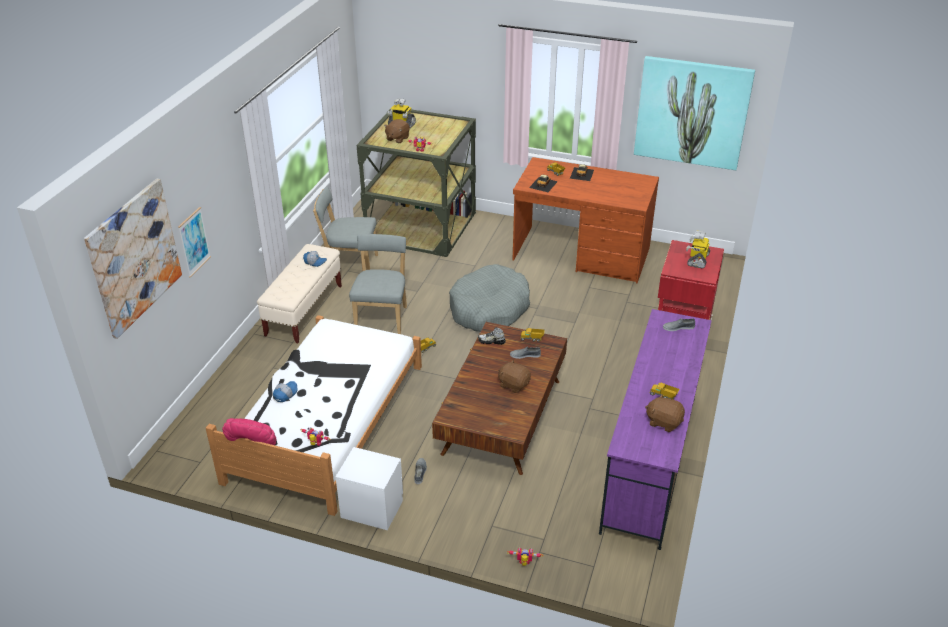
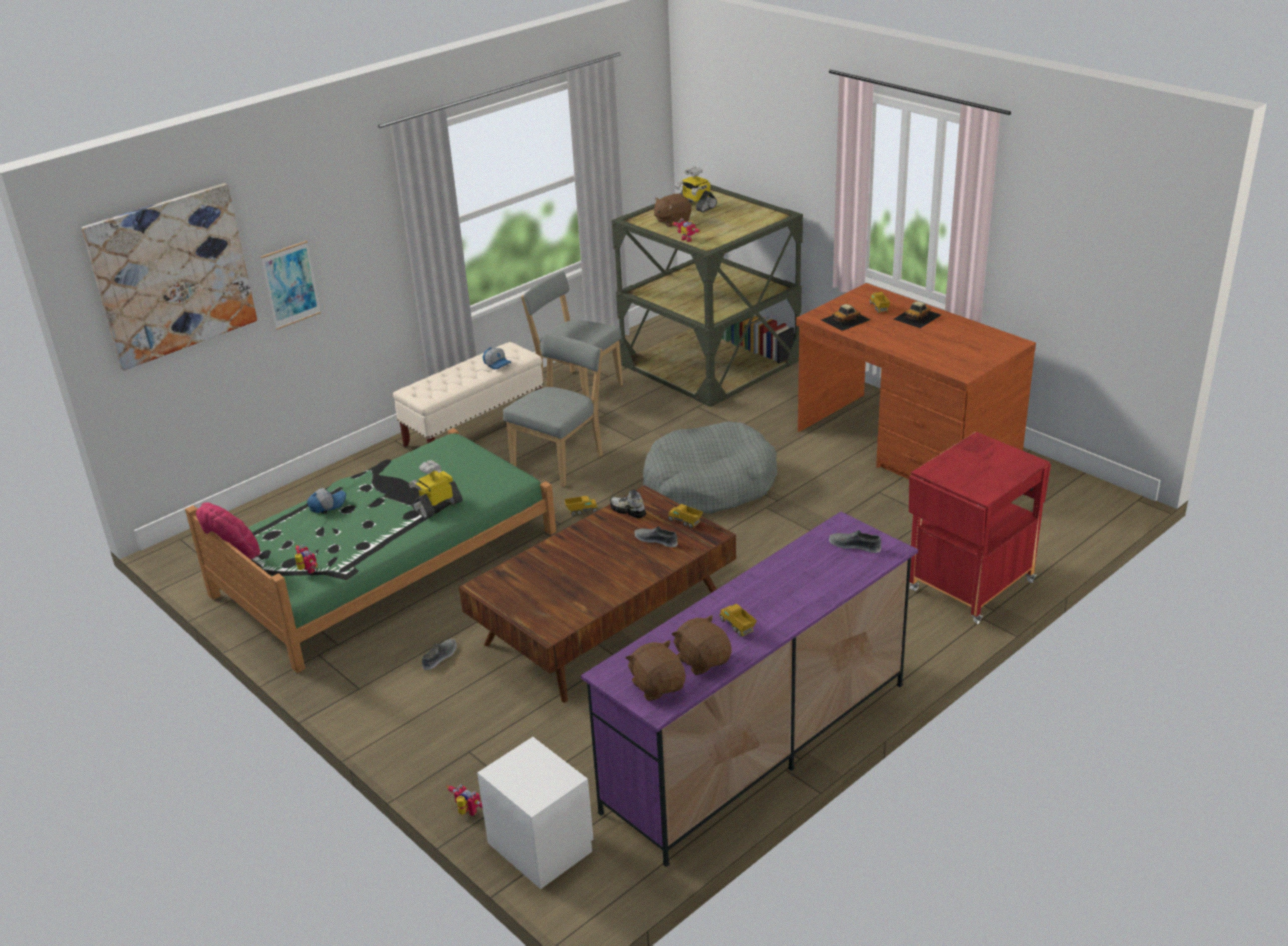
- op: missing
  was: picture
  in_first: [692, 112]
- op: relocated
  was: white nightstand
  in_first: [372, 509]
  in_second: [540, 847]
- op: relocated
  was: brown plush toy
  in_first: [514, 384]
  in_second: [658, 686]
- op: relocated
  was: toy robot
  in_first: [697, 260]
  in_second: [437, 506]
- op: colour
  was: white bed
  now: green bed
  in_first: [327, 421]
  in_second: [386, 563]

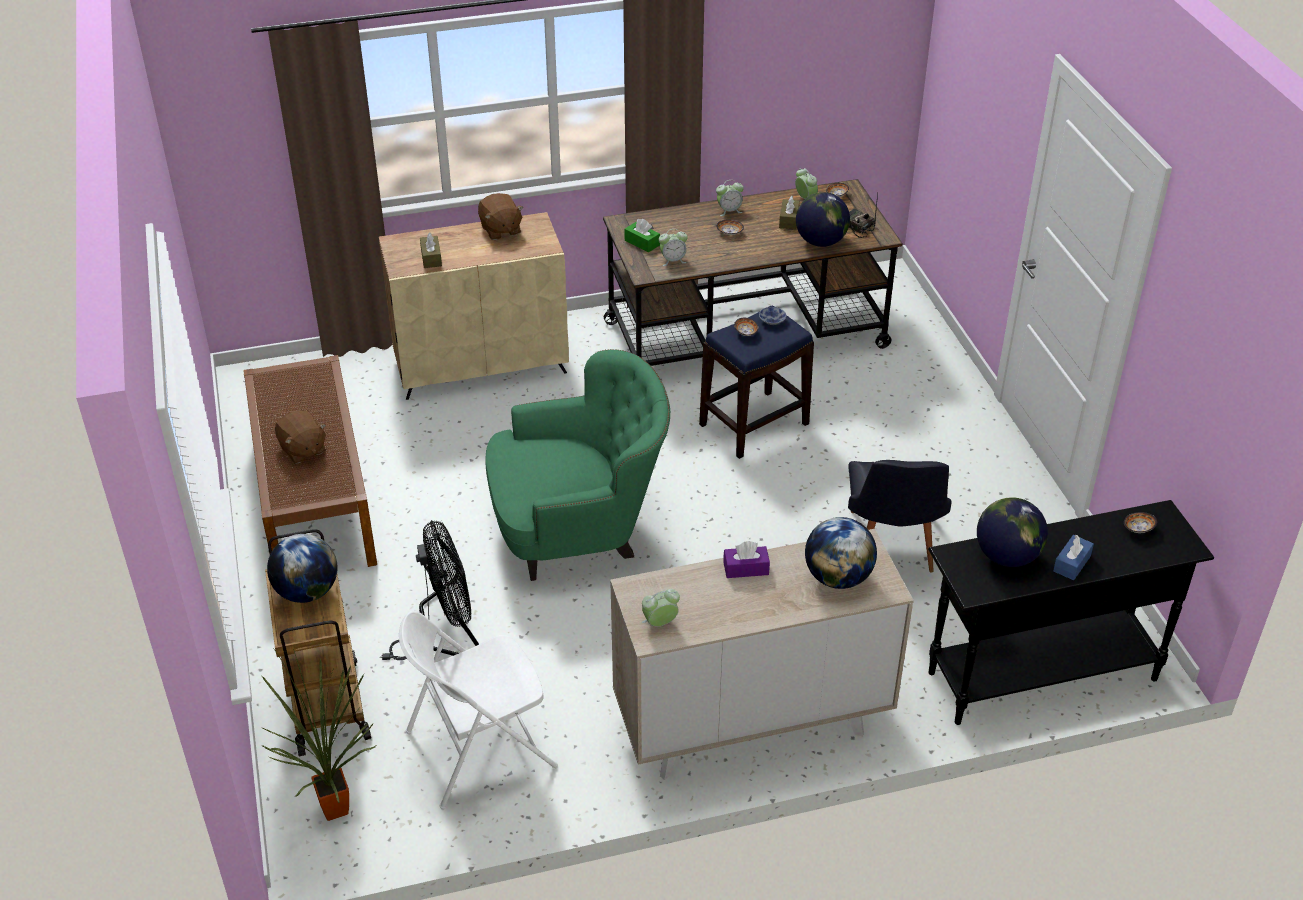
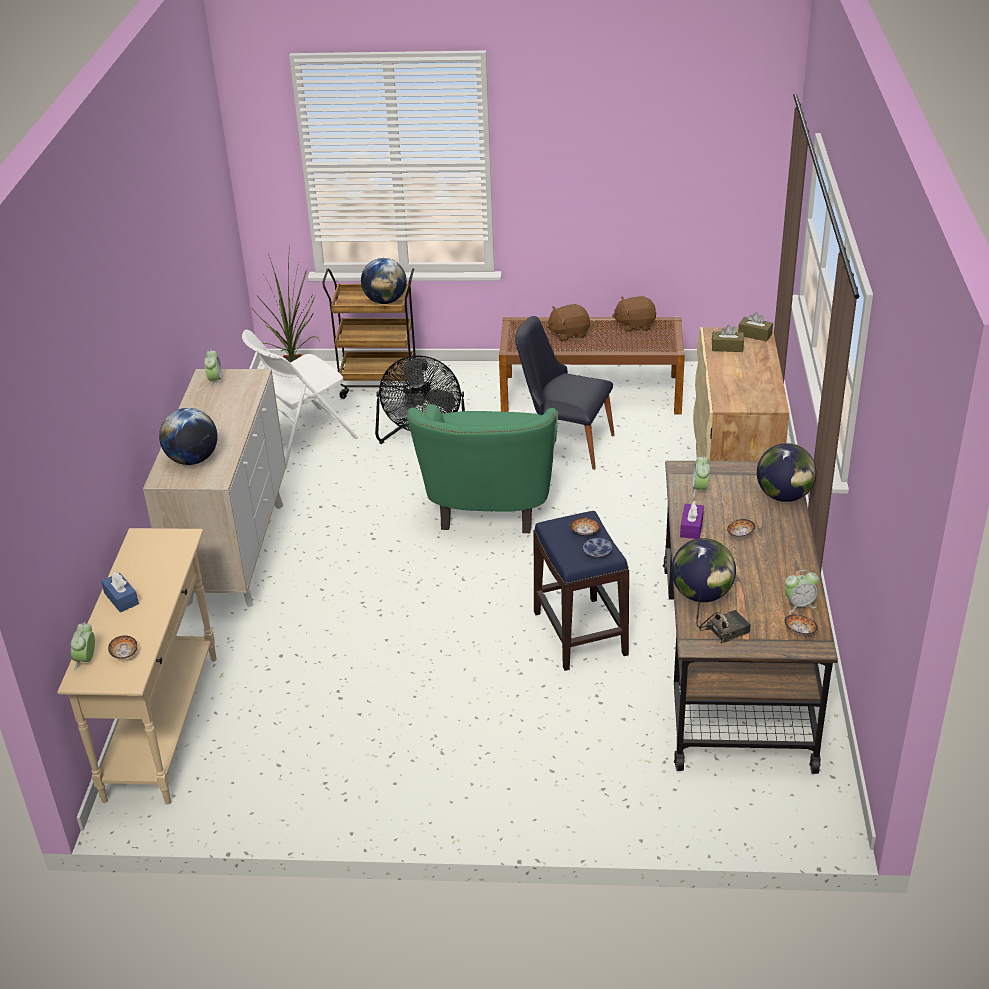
- op: missing
  was: green tissue box
  in_first: [642, 243]
- op: relocated
  was: brown plush toy
  in_first: [500, 230]
  in_second: [635, 325]
- op: relocated
  was: alarm clock
  in_first: [729, 211]
  in_second: [86, 660]
- op: relocated
  was: purple tissue box
  in_first: [746, 568]
  in_second: [691, 527]
- op: relocated
  was: brown tissue box
  in_first: [789, 220]
  in_second: [755, 335]
- op: relocated
  was: black chair
  in_first: [891, 549]
  in_second: [564, 443]
- op: relocated
  was: globe
  in_first: [1007, 556]
  in_second: [784, 496]
- op: colour
  was: black console table
  now: beige console table
  in_first: [1041, 675]
  in_second: [163, 726]
- op: spun
  was: white chair
  in_first: [480, 748]
  in_second: [302, 437]
  clockwise: -120

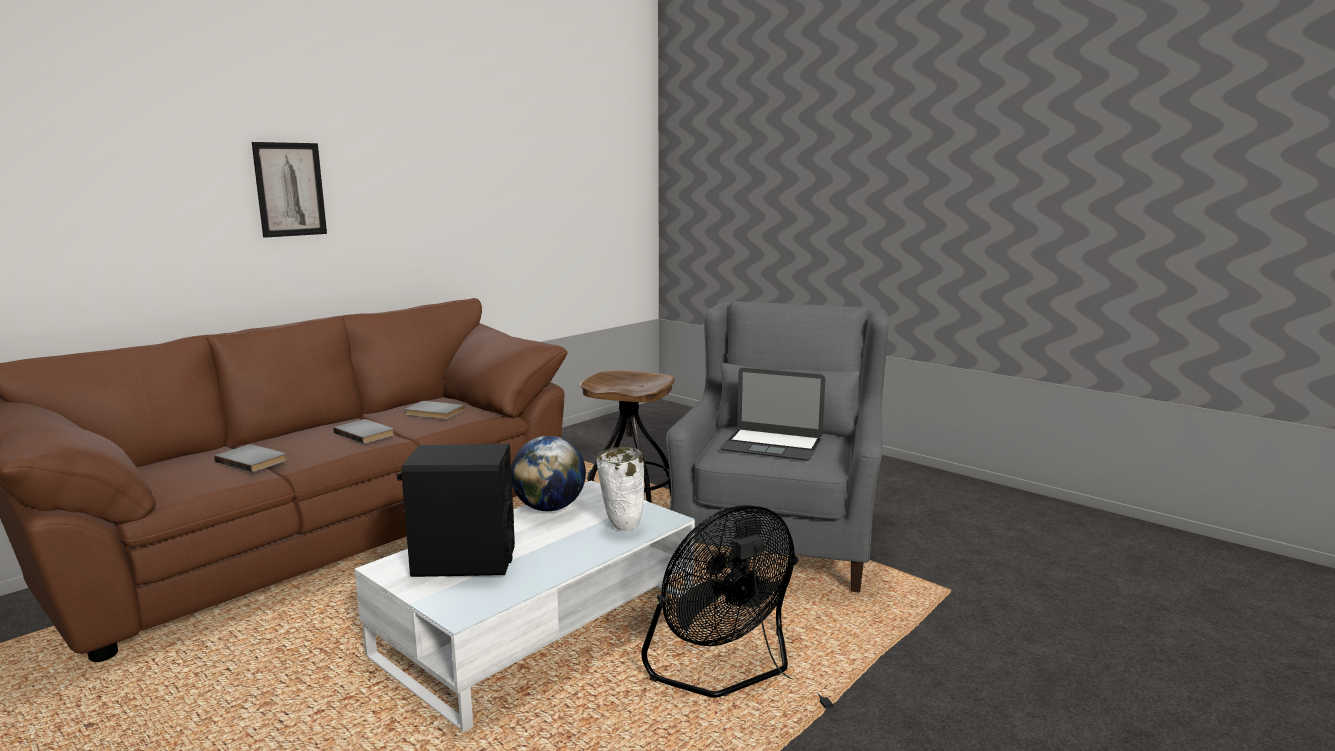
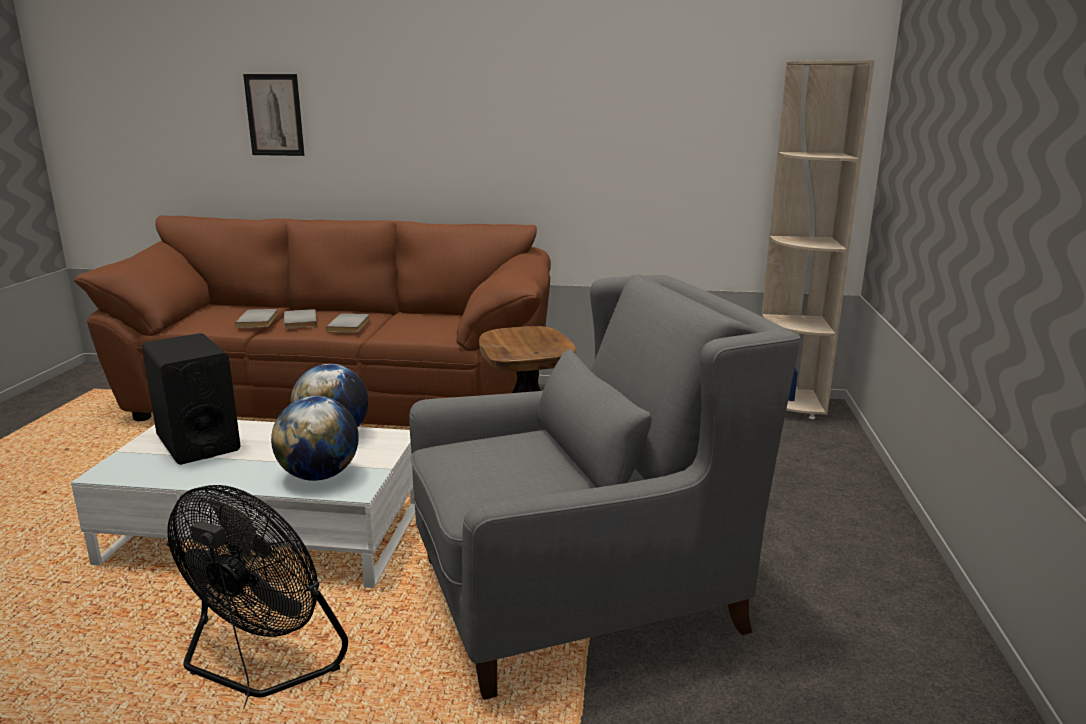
- op: missing
  was: laptop
  in_first: [772, 445]
- op: appeared
  now: beige bookcase
  in_second: [790, 408]
- op: relocated
  was: picture
  in_first: [290, 189]
  in_second: [274, 115]
- op: relocated
  was: grey book
  in_first: [433, 413]
  in_second: [298, 321]
- op: exchanged
  was: white vase
  now: globe
  in_first: [621, 526]
  in_second: [319, 475]

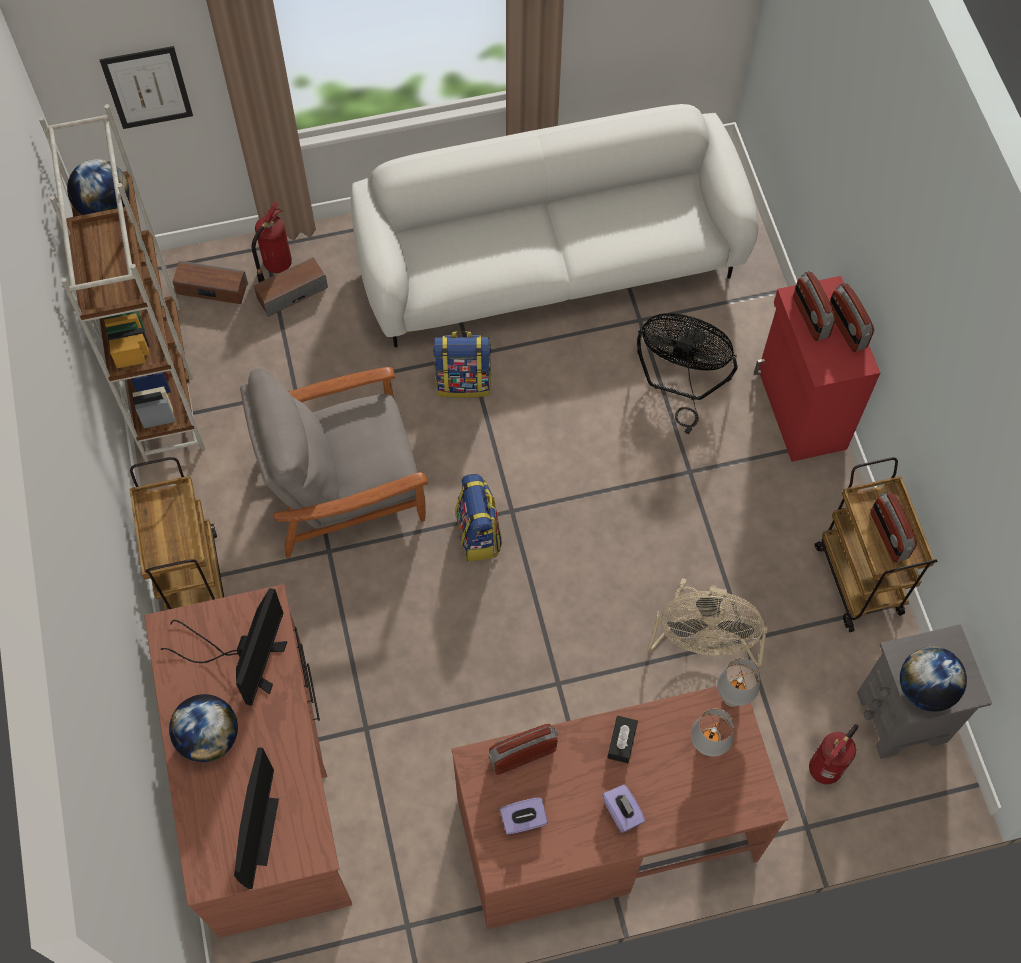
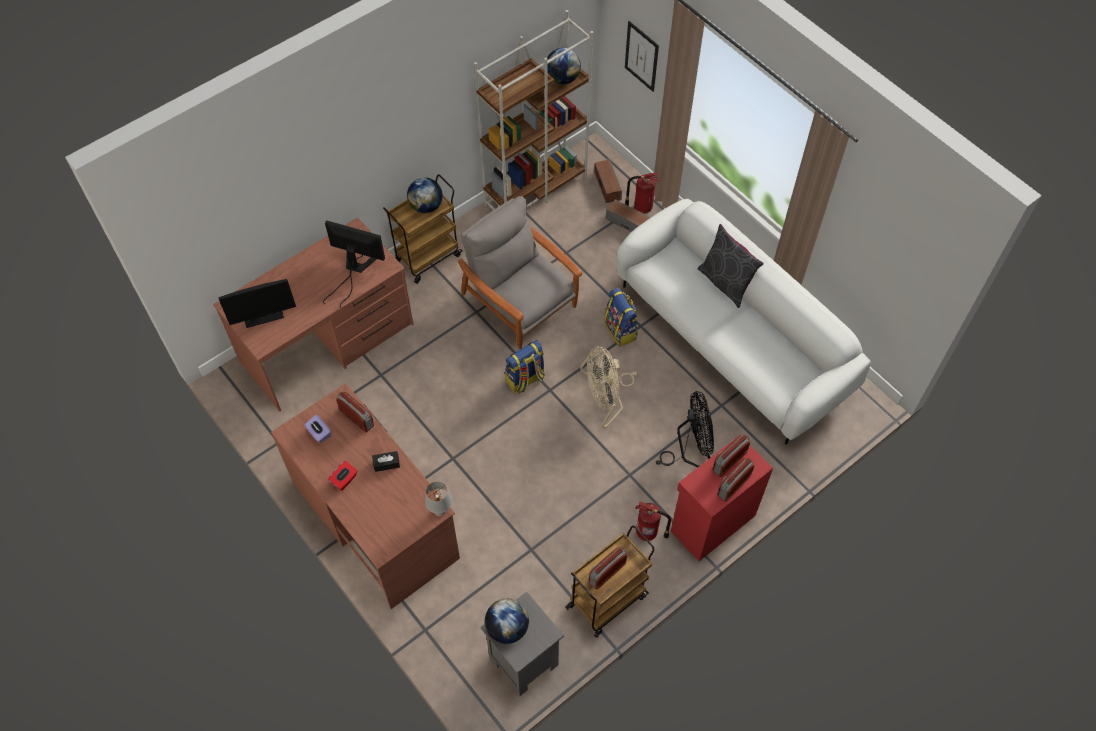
- op: missing
  was: grey table lamp
  in_first: [707, 746]
- op: appeared
  now: grey pillow
  in_second: [725, 283]
- op: relocated
  was: globe
  in_first: [209, 737]
  in_second: [426, 206]
- op: relocated
  was: beige fan
  in_first: [701, 636]
  in_second: [607, 394]
- op: relocated
  was: fire extinguisher
  in_first: [826, 767]
  in_second: [648, 532]
- op: colour
  was: purple tissue box
  now: red tissue box
  in_first: [622, 812]
  in_second: [344, 480]
- op: spun
  was: monitor
  in_first: [245, 659]
  in_second: [353, 270]
  clockwise: -150

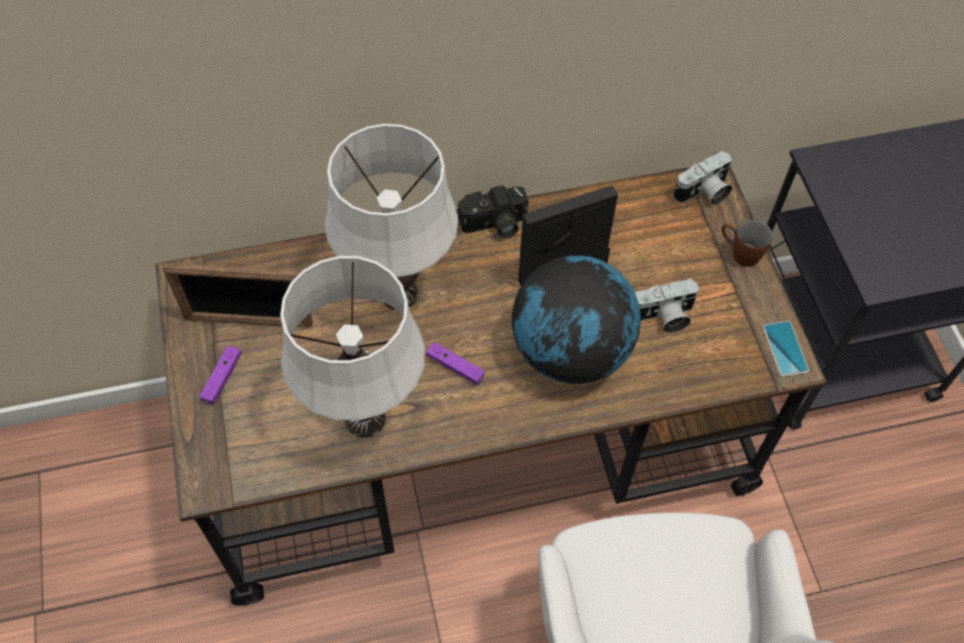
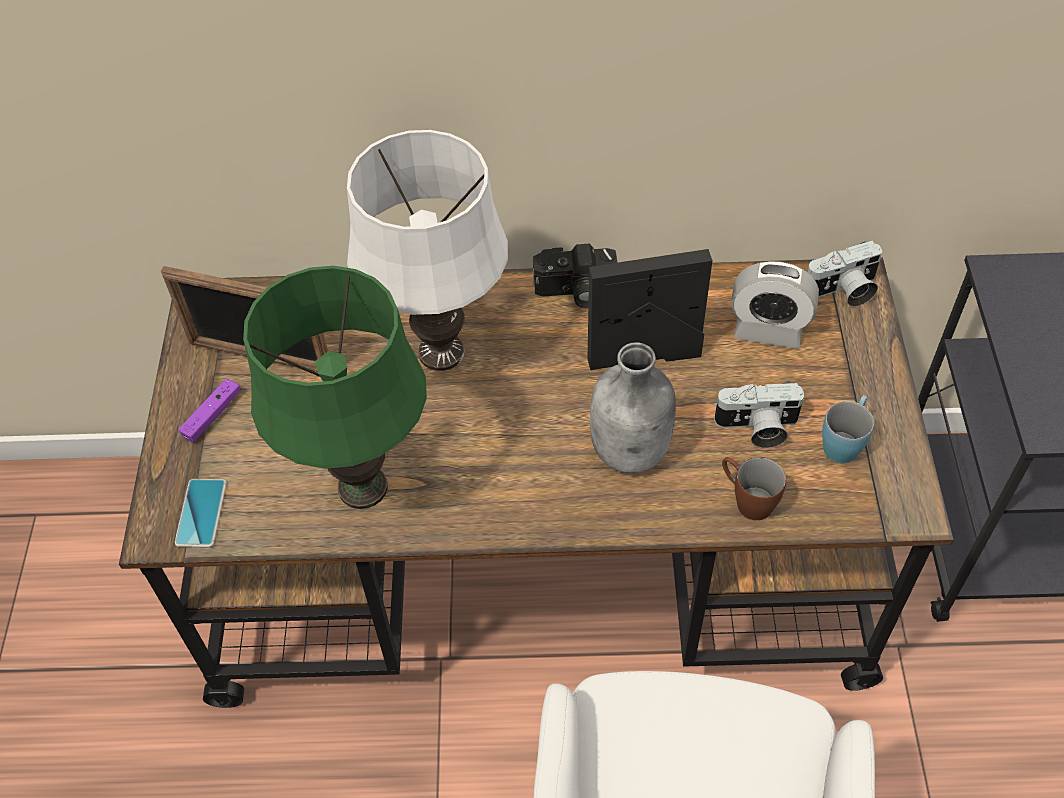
- op: missing
  was: purple game controller
  in_first: [455, 367]
- op: appeared
  now: alarm clock
  in_second: [768, 330]
- op: appeared
  now: blue mug
  in_second: [844, 442]
- op: relocated
  was: brown mug
  in_first: [739, 253]
  in_second: [746, 500]
- op: relocated
  was: phone
  in_first: [785, 349]
  in_second: [201, 513]
- op: exchanged
  was: globe
  now: grey bottle
  in_first: [571, 351]
  in_second: [631, 450]
- op: colour
  was: white table lamp
  now: green table lamp
  in_first: [364, 418]
  in_second: [362, 486]

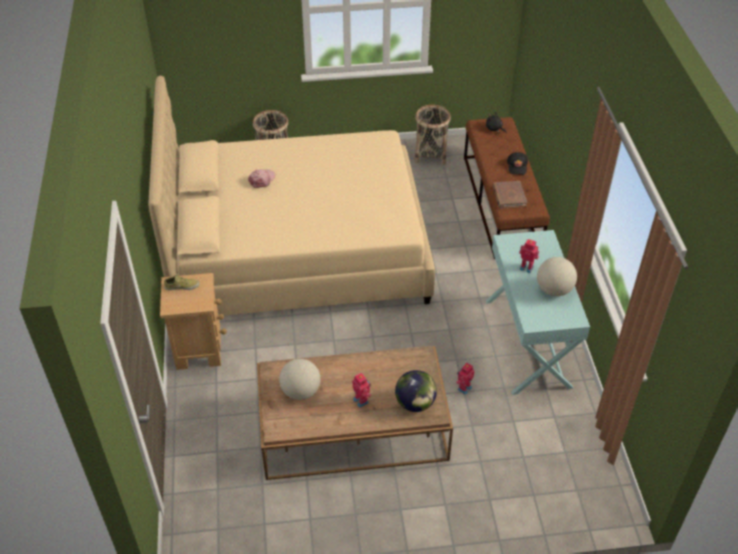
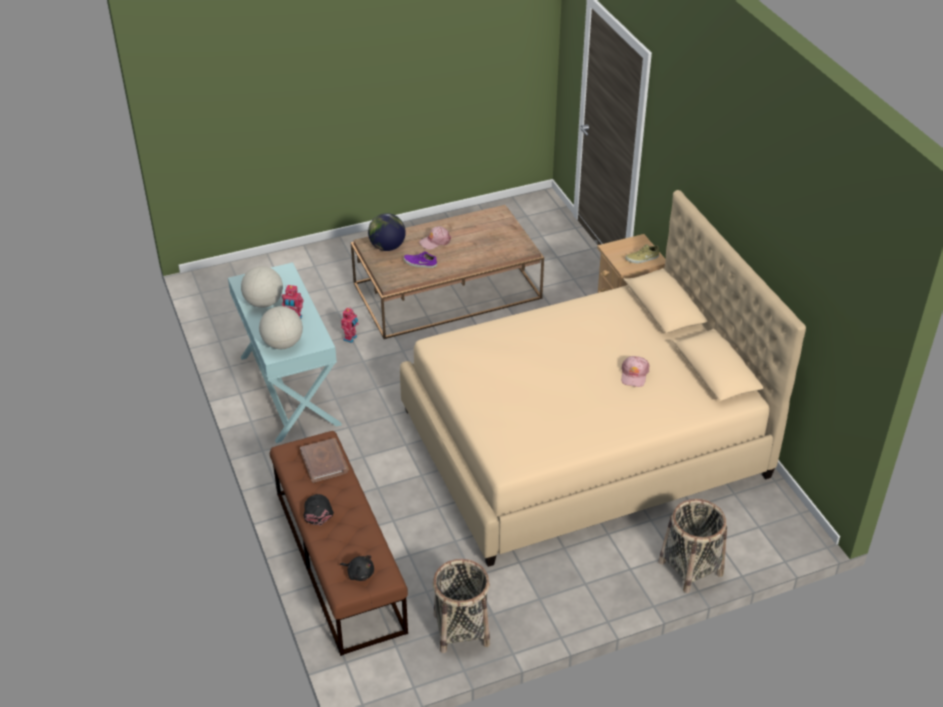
- op: appeared
  now: purple shoe
  in_second: [420, 263]
- op: relocated
  was: globe
  in_first: [301, 391]
  in_second: [282, 344]
- op: exchanged
  was: toy robot
  now: pink cap
  in_first: [361, 400]
  in_second: [435, 241]

